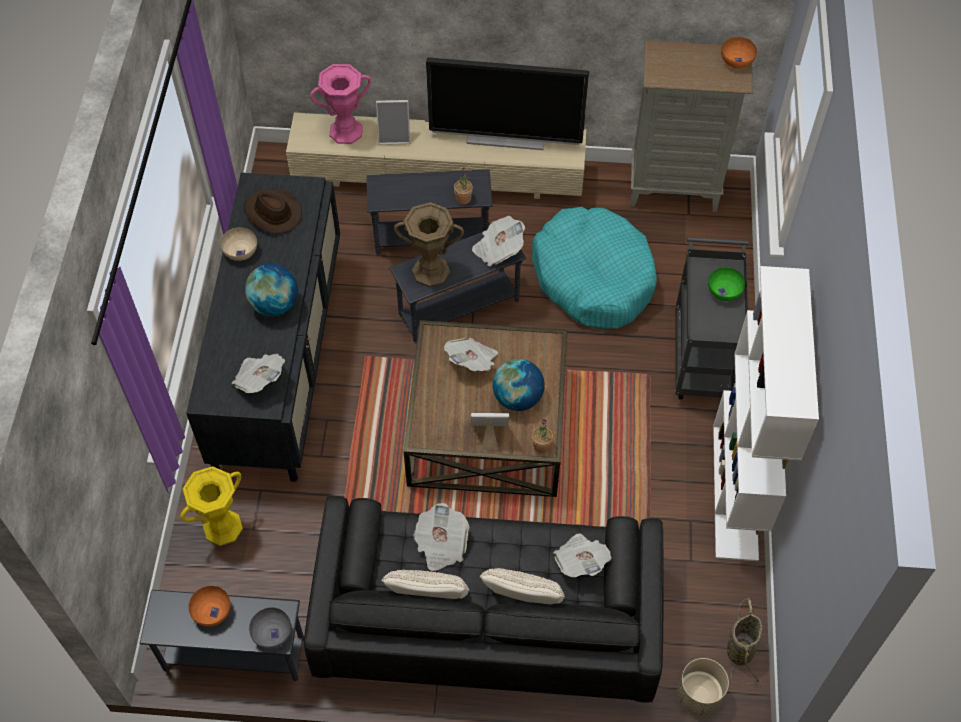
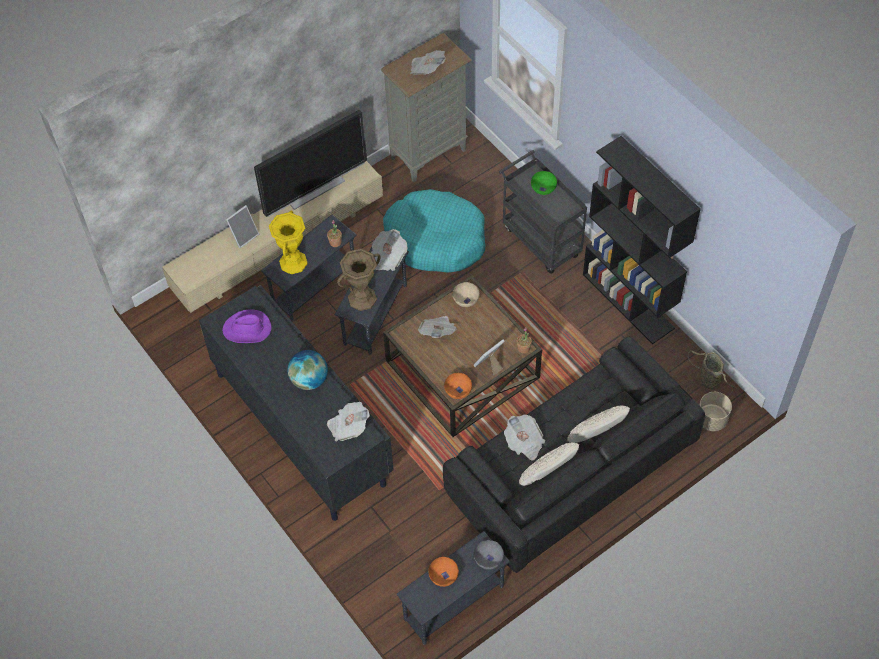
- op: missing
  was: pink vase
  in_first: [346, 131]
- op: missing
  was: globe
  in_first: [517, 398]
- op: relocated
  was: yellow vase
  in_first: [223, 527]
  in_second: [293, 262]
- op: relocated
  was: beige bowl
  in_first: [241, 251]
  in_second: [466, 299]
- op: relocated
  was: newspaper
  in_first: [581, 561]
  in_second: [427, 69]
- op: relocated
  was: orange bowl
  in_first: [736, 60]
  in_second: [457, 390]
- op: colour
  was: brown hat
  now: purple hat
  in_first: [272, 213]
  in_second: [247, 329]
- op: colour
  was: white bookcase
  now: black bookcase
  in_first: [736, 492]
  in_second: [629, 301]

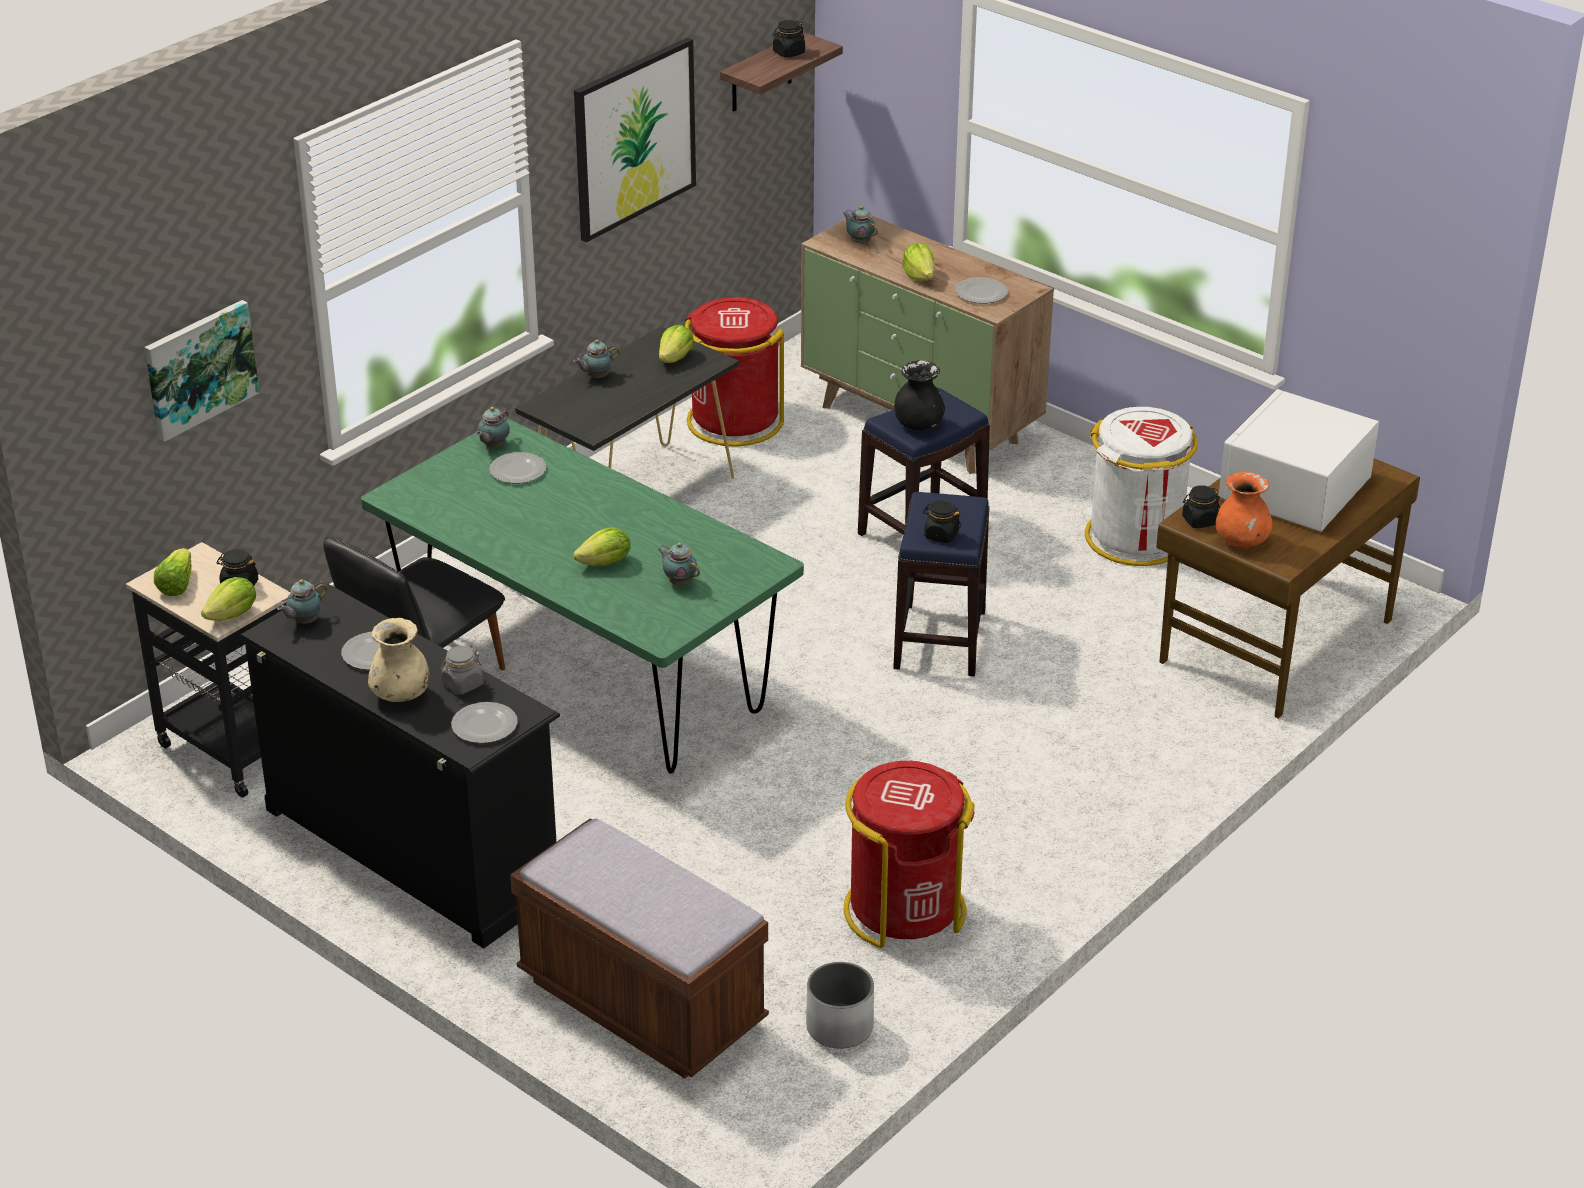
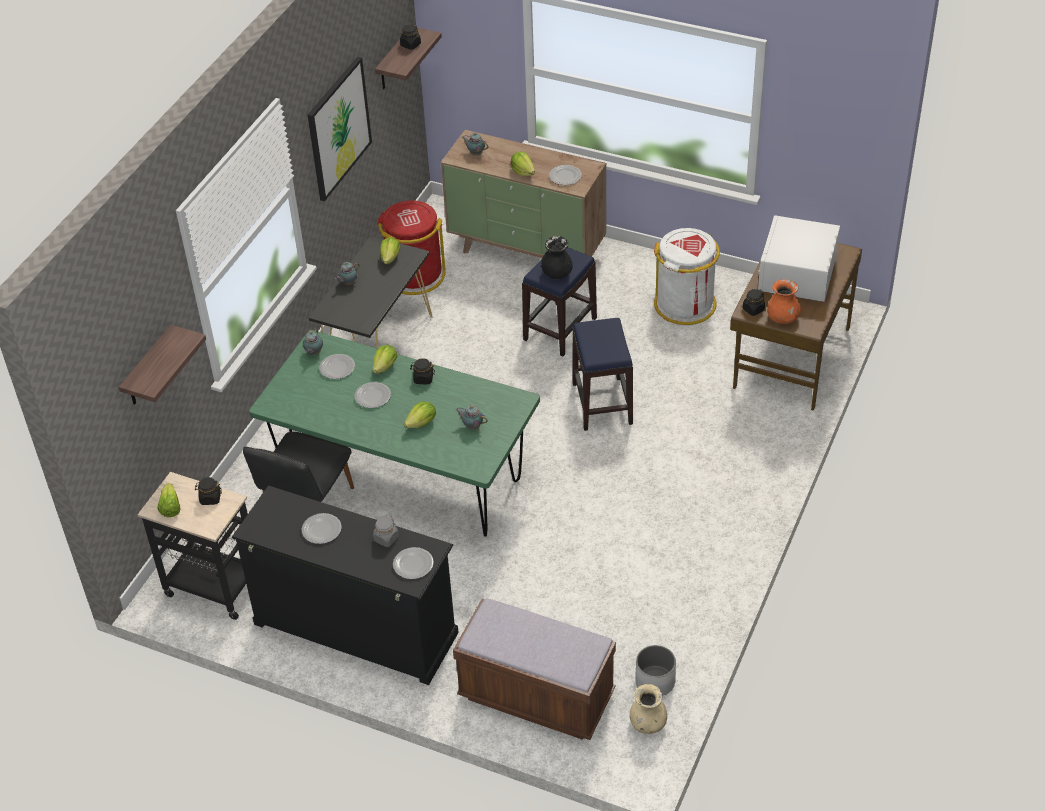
- op: missing
  was: teapot
  in_first: [304, 621]
- op: missing
  was: red trash can
  in_first: [904, 909]
- op: appeared
  now: plate
  in_second: [373, 396]
- op: relocated
  was: lettuce
  in_first: [233, 615]
  in_second: [385, 366]
- op: relocated
  was: beige vase
  in_first: [400, 694]
  in_second: [648, 724]
- op: relocated
  was: black jar
  in_first: [941, 535]
  in_second: [423, 379]
- op: exchanged
  was: picture
  now: shelf
  in_first: [199, 368]
  in_second: [148, 368]

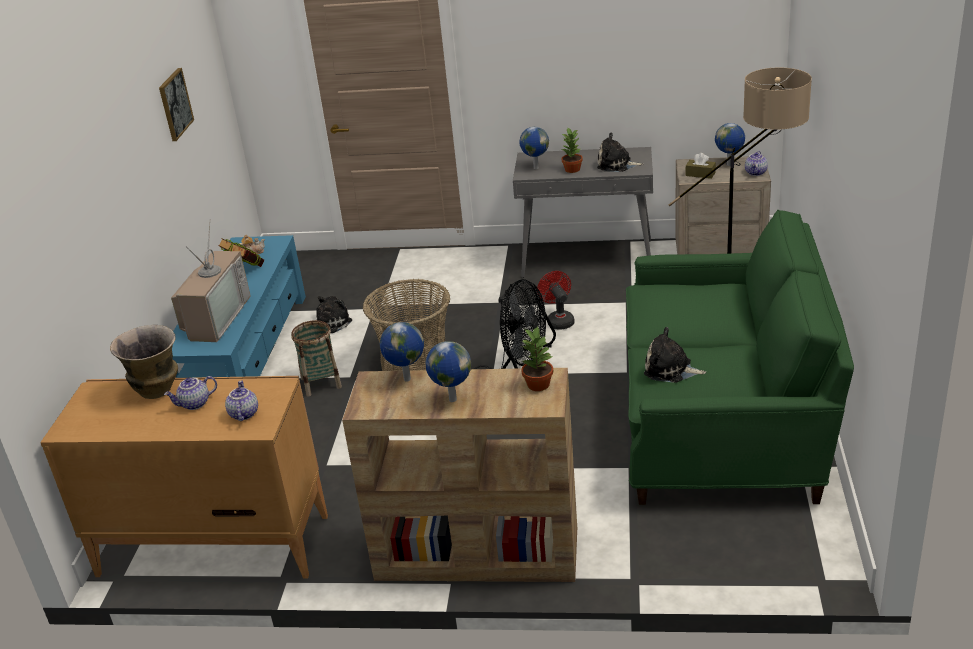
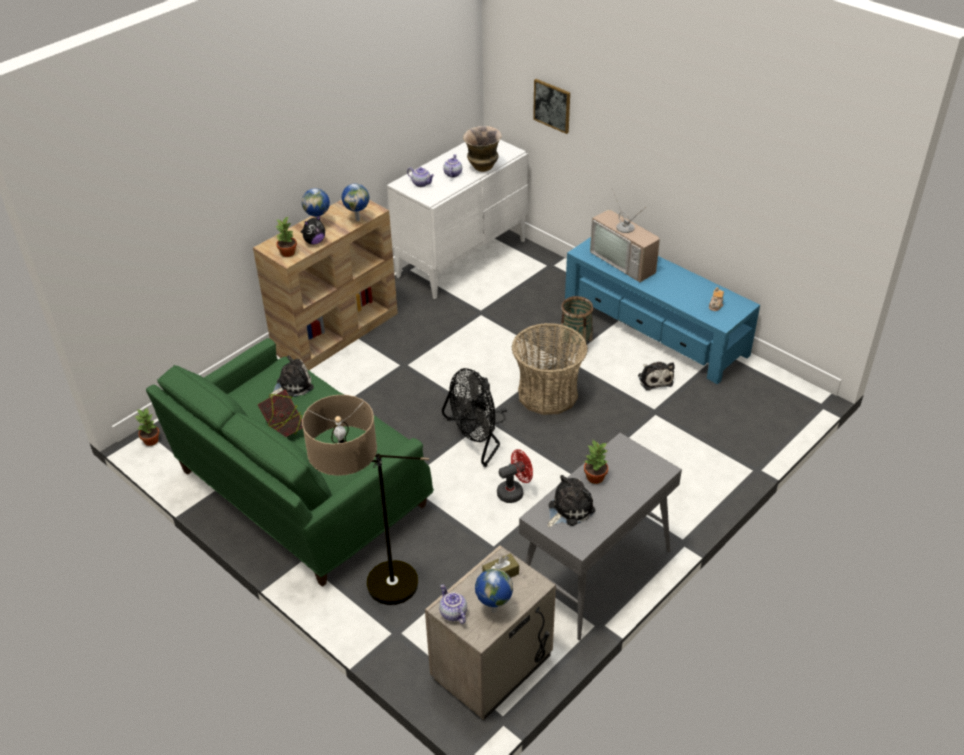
- op: missing
  was: globe
  in_first: [535, 168]
- op: appeared
  now: potted plant
  in_second: [151, 440]
- op: appeared
  now: plush toy
  in_second: [314, 242]
- op: relocated
  was: picture
  in_first: [175, 104]
  in_second: [552, 105]
- op: relocated
  was: book
  in_first: [245, 271]
  in_second: [284, 430]
- op: colour
  was: brown cabinet
  now: white cabinet
  in_first: [213, 545]
  in_second: [462, 258]
- op: spun
  was: red fan
  in_first: [558, 320]
  in_second: [514, 492]
  clockwise: -45

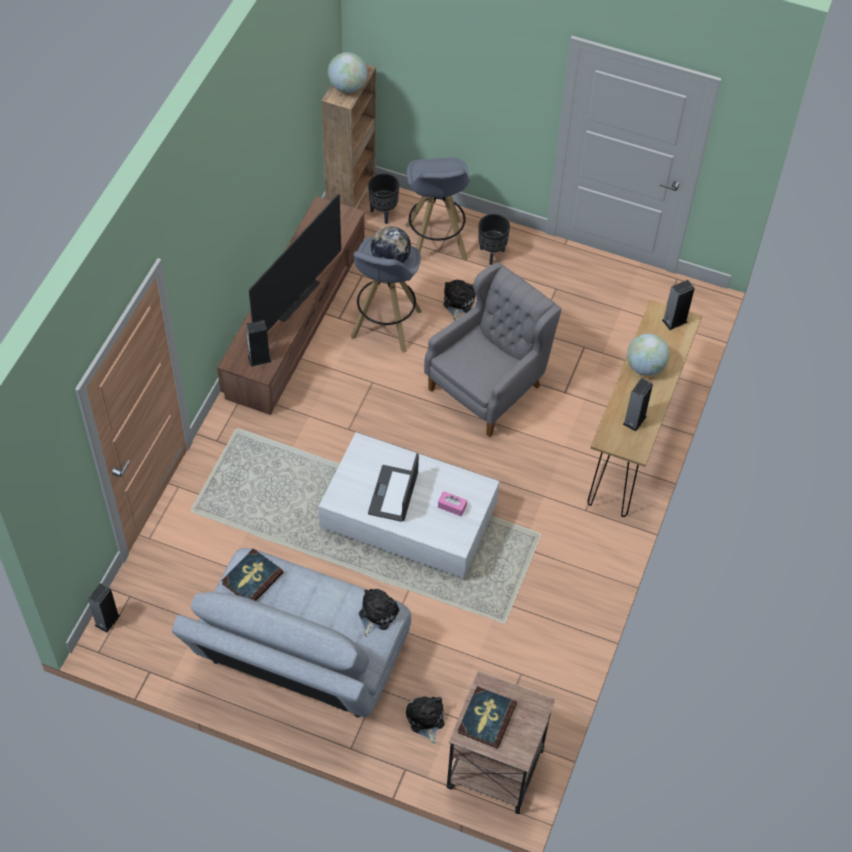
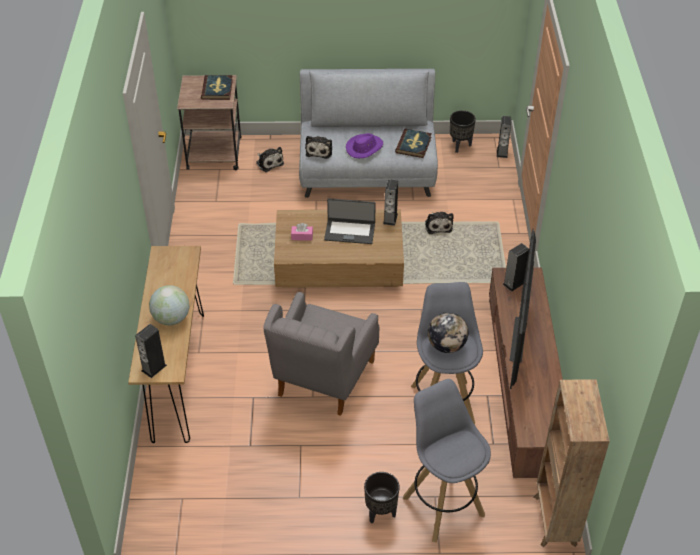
- op: missing
  was: globe
  in_first: [347, 87]
- op: appeared
  now: purple hat
  in_second: [364, 147]
- op: relocated
  was: black planter
  in_first: [383, 213]
  in_second: [460, 146]
- op: relocated
  was: plush toy
  in_first: [458, 302]
  in_second: [438, 225]
- op: relocated
  was: speaker
  in_first: [634, 420]
  in_second: [390, 219]
- op: colour
  was: white coffee table
  now: brown coffee table
  in_first: [408, 518]
  in_second: [339, 264]
- op: spun
  was: laptop
  in_first: [394, 494]
  in_second: [349, 231]
  clockwise: 105

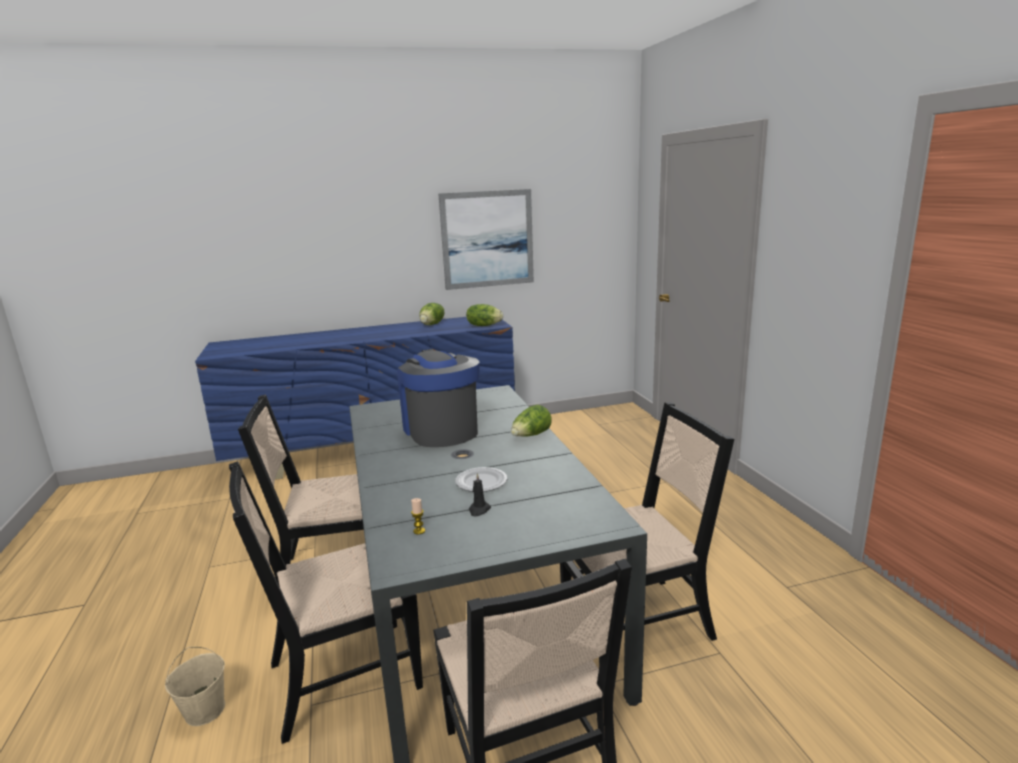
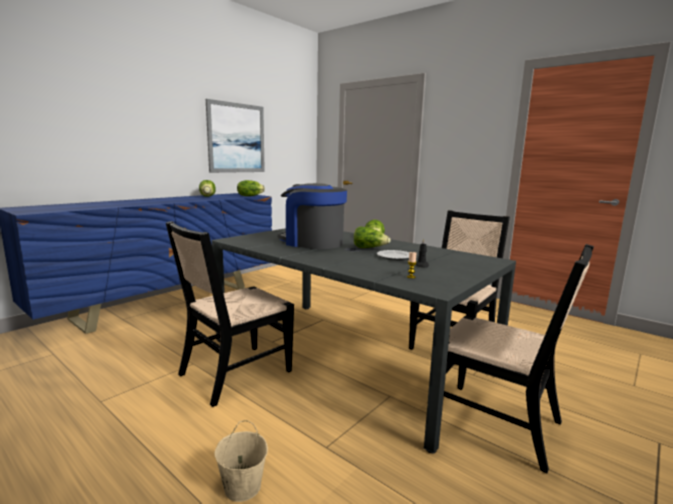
- op: missing
  was: chair
  in_first: [344, 677]
- op: appeared
  now: lettuce
  in_second: [369, 248]

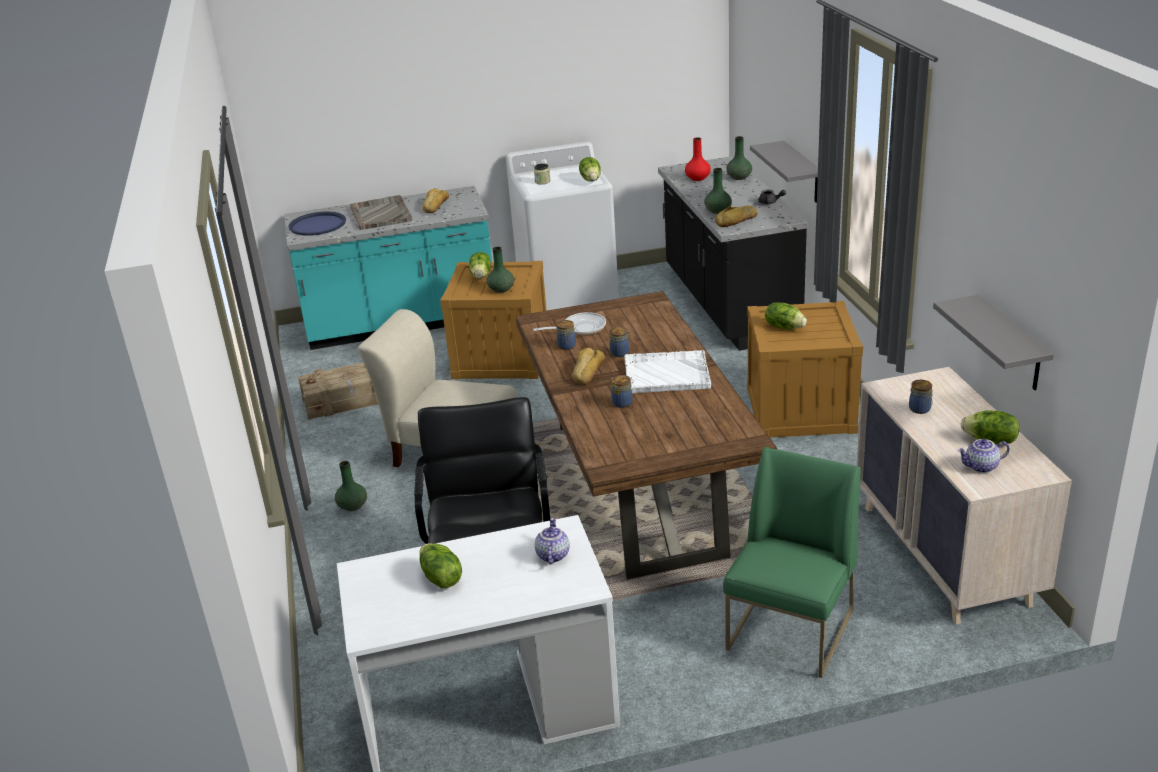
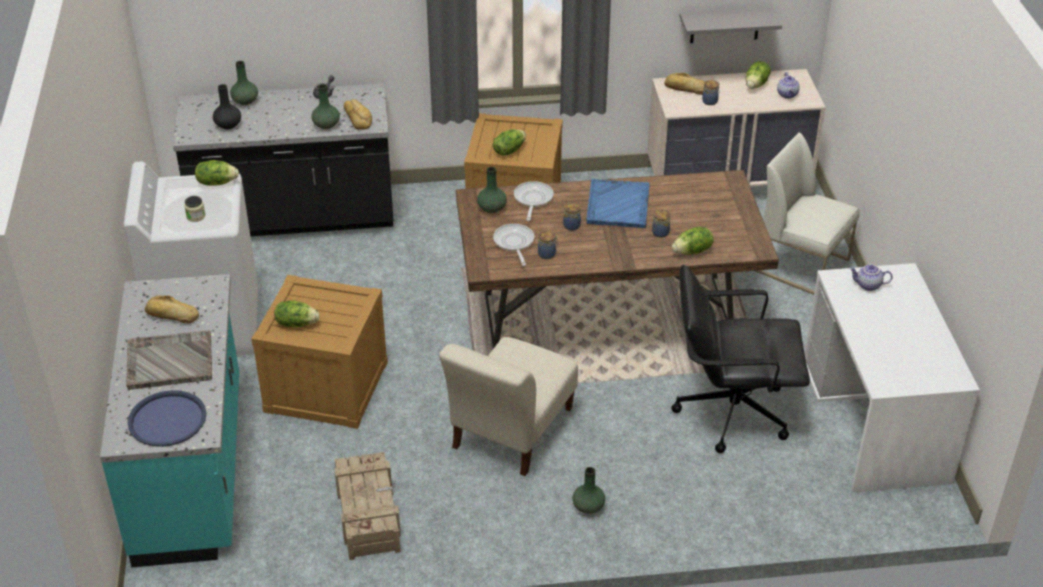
- op: missing
  was: grey shelf
  in_first: [802, 172]
- op: appeared
  now: frying pan
  in_second: [532, 200]
- op: relocated
  was: lettuce
  in_first: [440, 578]
  in_second: [692, 251]
- op: relocated
  was: green vase
  in_first: [501, 289]
  in_second: [491, 208]
- op: relocated
  was: bread
  in_first: [587, 371]
  in_second: [686, 89]
- op: colour
  was: white tray
  now: blue tray
  in_first: [665, 374]
  in_second: [617, 205]
- op: colour
  was: red vase
  now: black vase
  in_first: [697, 178]
  in_second: [227, 125]
- op: colour
  was: green chair
  now: white chair
  in_first: [791, 631]
  in_second: [801, 264]

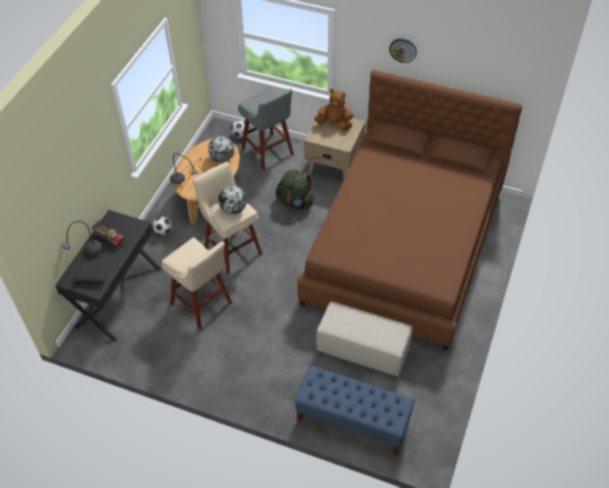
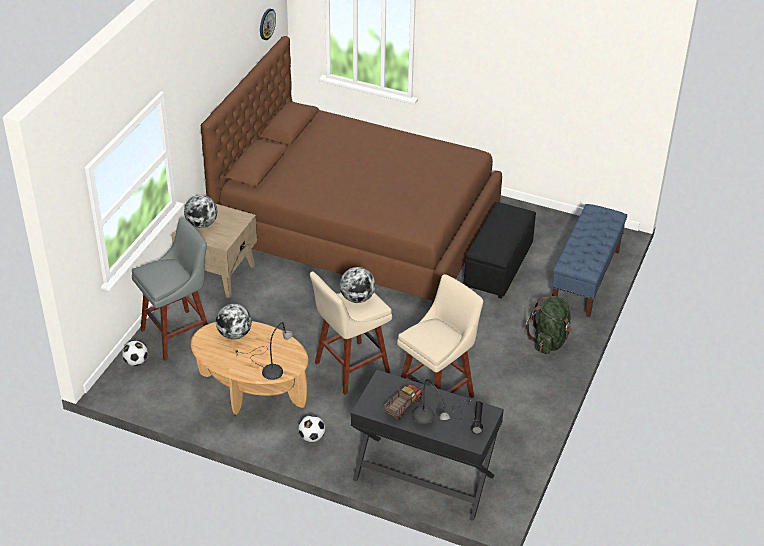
- op: relocated
  was: green backpack
  in_first: [295, 202]
  in_second: [549, 341]
- op: relocated
  was: wall clock
  in_first: [403, 50]
  in_second: [266, 24]
- op: exchanged
  was: brown plush toy
  now: globe
  in_first: [335, 124]
  in_second: [201, 224]
- op: colour
  was: beige ottoman
  now: black ottoman
  in_first: [363, 350]
  in_second: [498, 266]

